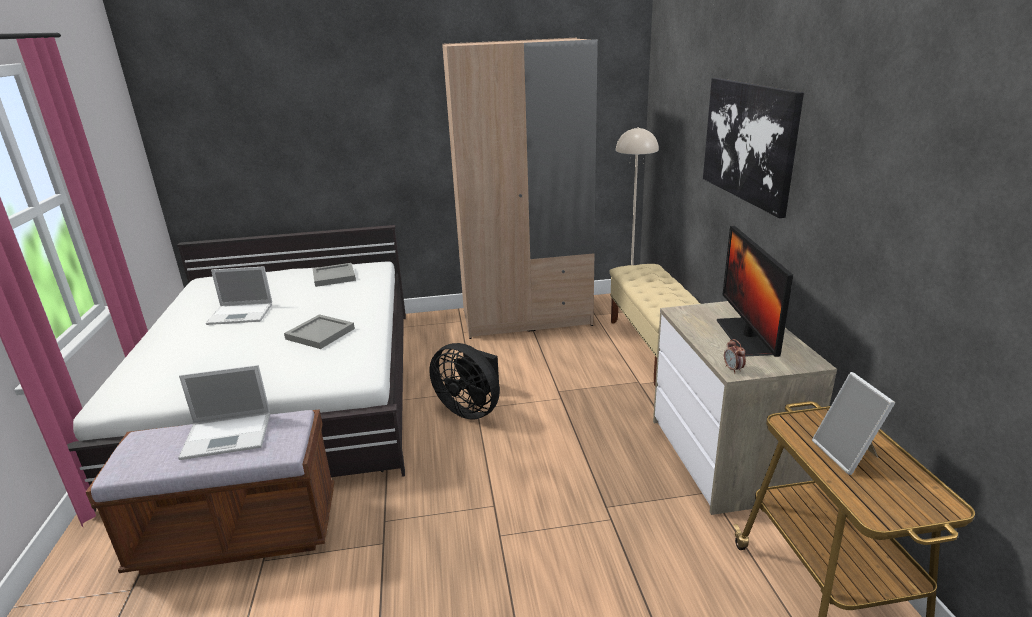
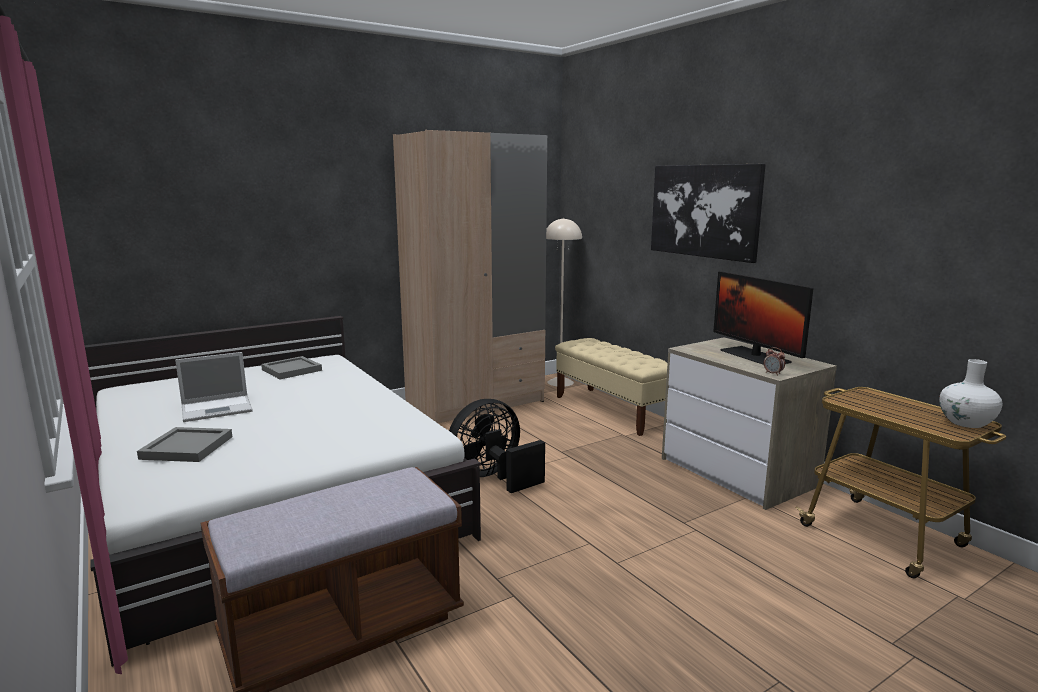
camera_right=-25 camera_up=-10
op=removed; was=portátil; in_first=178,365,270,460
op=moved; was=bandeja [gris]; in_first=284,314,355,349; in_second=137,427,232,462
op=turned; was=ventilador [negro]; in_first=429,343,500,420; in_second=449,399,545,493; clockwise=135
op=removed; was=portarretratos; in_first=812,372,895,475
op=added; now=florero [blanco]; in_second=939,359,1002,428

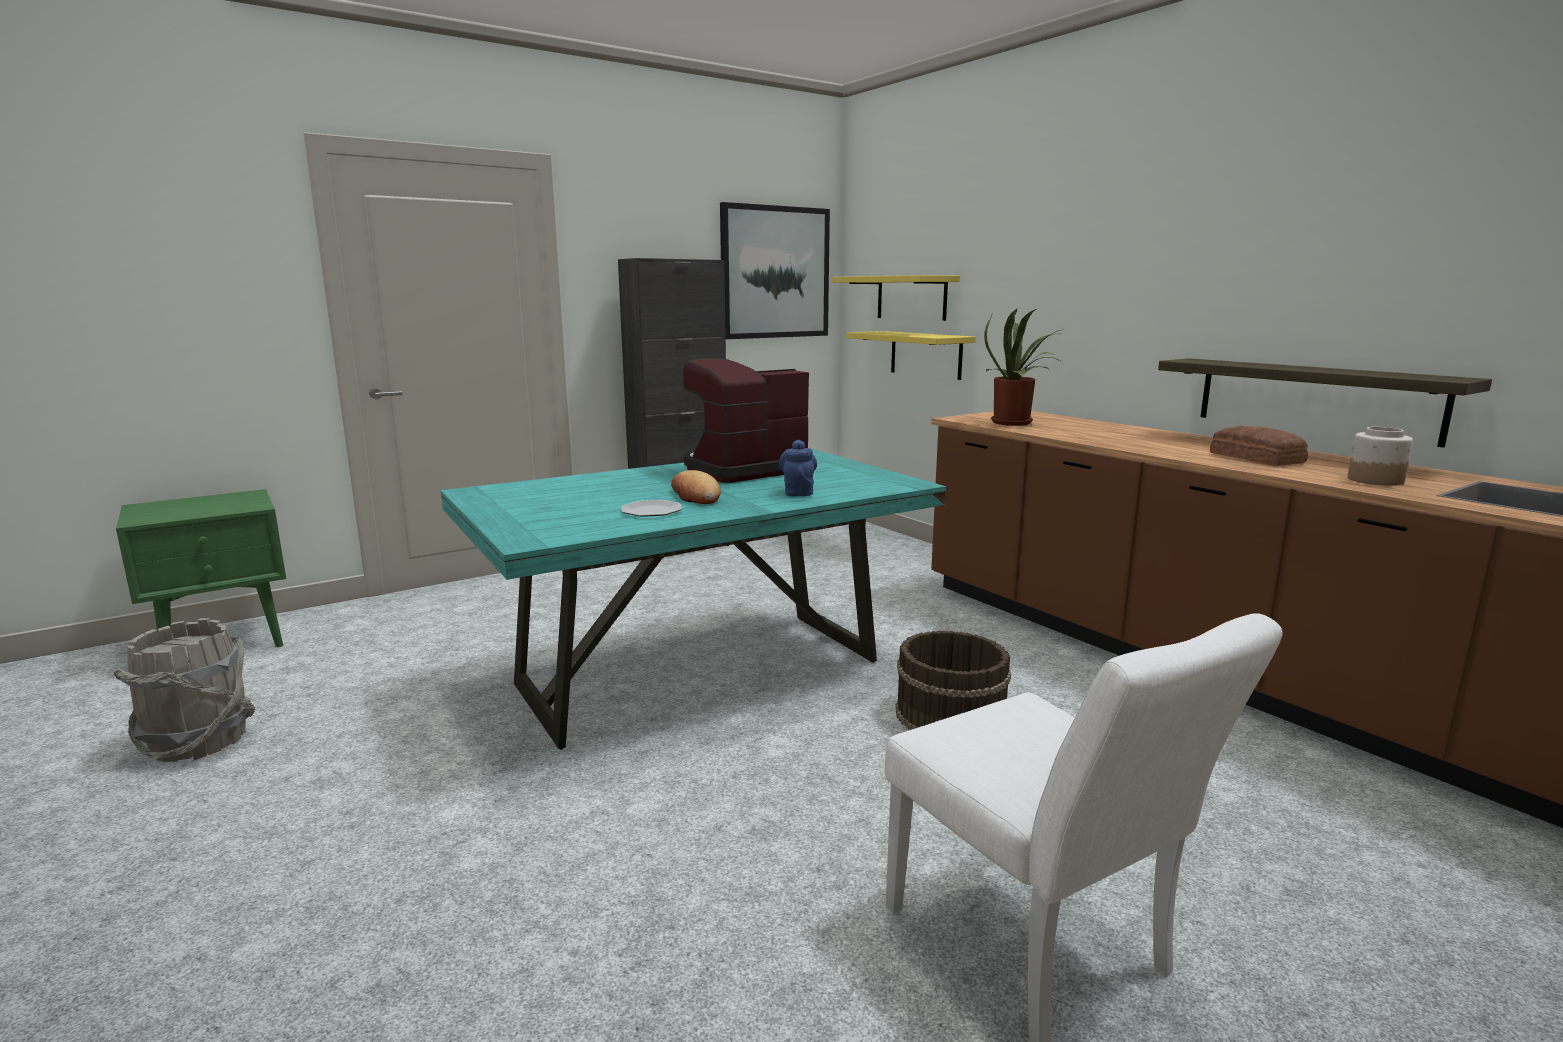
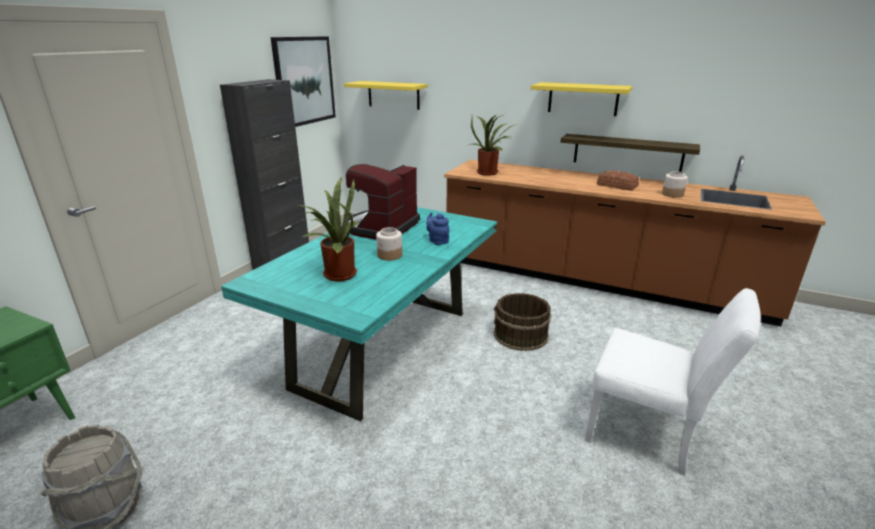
camera_right=-30 camera_up=10
op=removed; was=plato; in_first=622,500,682,516
op=replaced; was=pan; now=tarro; in_first=671,470,721,504; in_second=376,227,402,261
op=moved; was=estante [amarillo]; in_first=846,331,976,380; in_second=531,82,633,116
op=added; now=planta en maceta; in_second=299,177,359,281

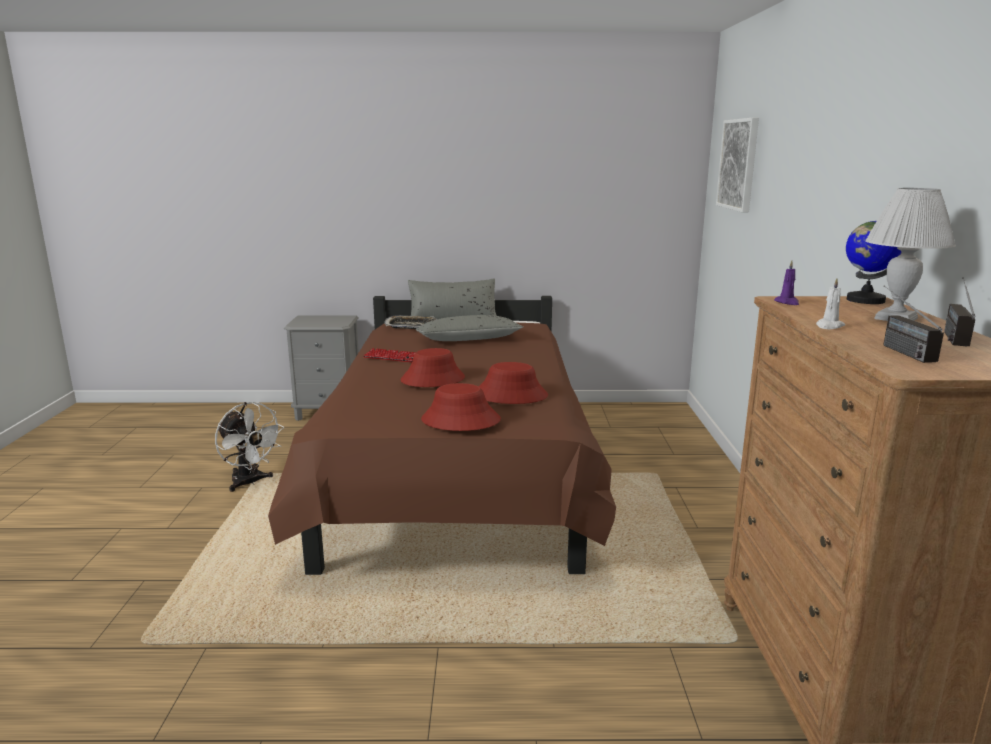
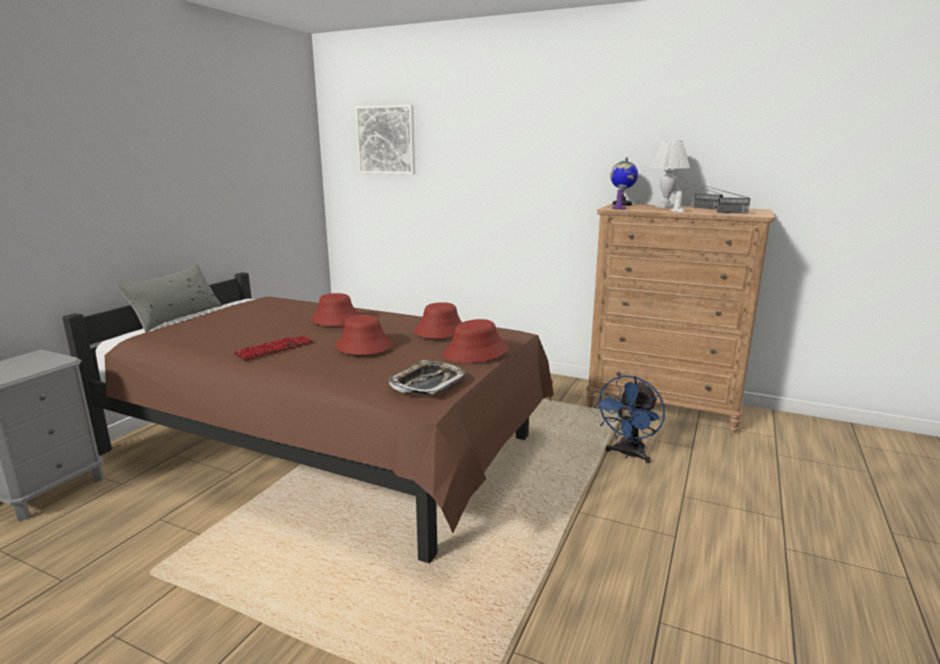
camera_right=-65 camera_up=0
op=removed; was=ventilador [blanco]; in_first=215,402,284,492
op=moved; was=bandeja; in_first=384,315,437,329; in_second=389,360,466,394
op=removed; was=cojín [gris]; in_first=416,315,524,341
op=added; now=sombrero [rojo]; in_second=311,293,360,326
op=added; now=ventilador [azul]; in_second=594,375,665,463

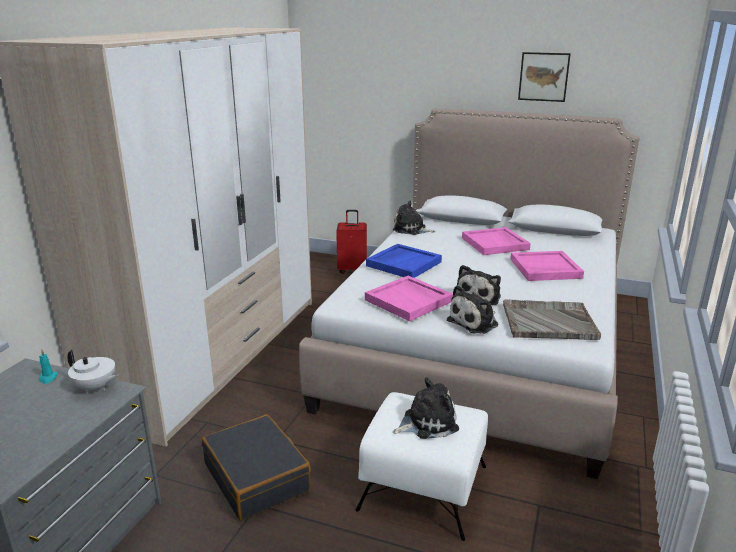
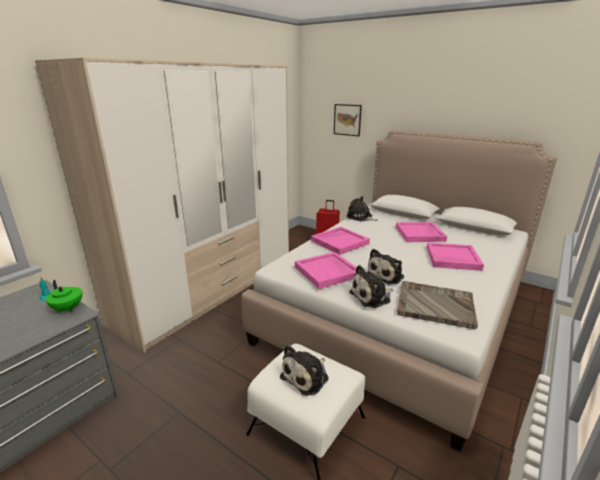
camera_right=15 camera_up=0
op=recoloured; was=tetera [blanco]; now=tetera [verde]; in_first=67,350,118,394; in_second=46,280,82,313
op=removed; was=maleta [negro]; in_first=202,414,311,521
op=recoloured; was=bandeja [azul]; now=bandeja [rosa]; in_first=366,244,442,278; in_second=311,227,370,255
op=turned; was=peluche; in_first=393,377,459,439; in_second=280,345,329,396; clockwise=135
op=moved; was=cuadro; in_first=518,52,571,102; in_second=334,104,362,136

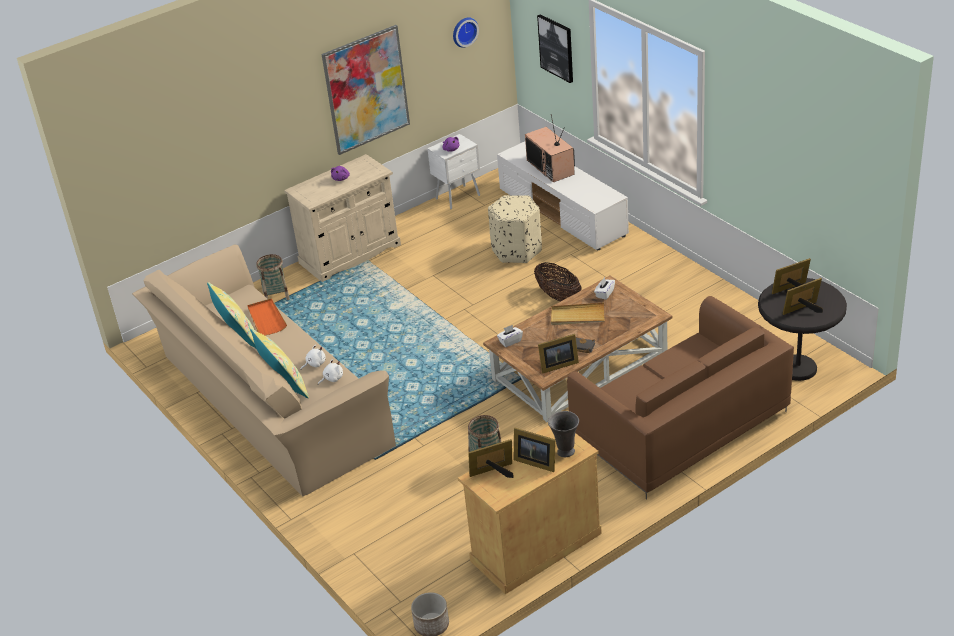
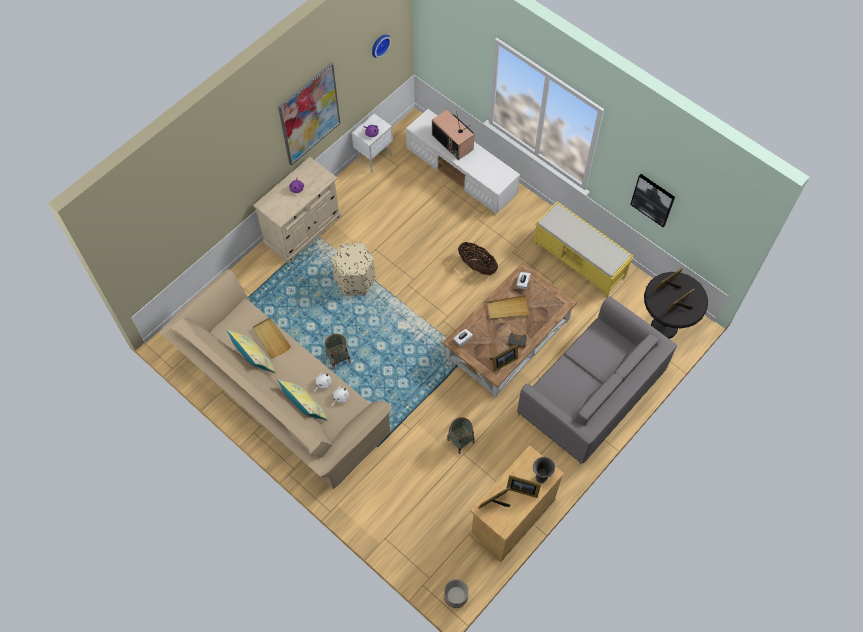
camera_right=-15 camera_up=25
op=recoloured; was=bandeja [naranja]; now=bandeja [beis]; in_first=247,299,287,336; in_second=253,317,291,358
op=moved; was=cesta; in_first=256,254,290,300; in_second=325,334,351,370
op=moved; was=puf [beis]; in_first=488,195,542,263; in_second=331,243,375,296
op=moved; was=cuadro; in_first=537,14,573,83; in_second=630,174,675,227
op=recoloured; was=sofá [marrón]; now=sofá [gris]; in_first=567,296,794,499; in_second=517,296,677,464
op=added; now=banco [amarillo]; in_second=533,202,633,298

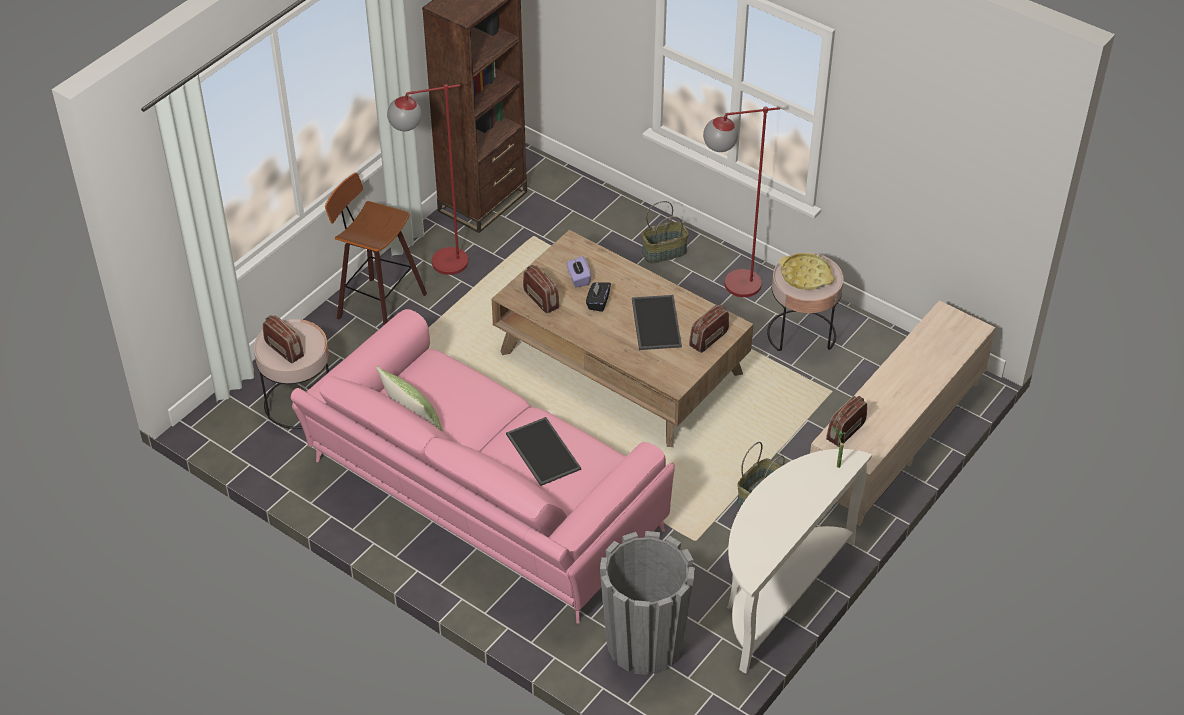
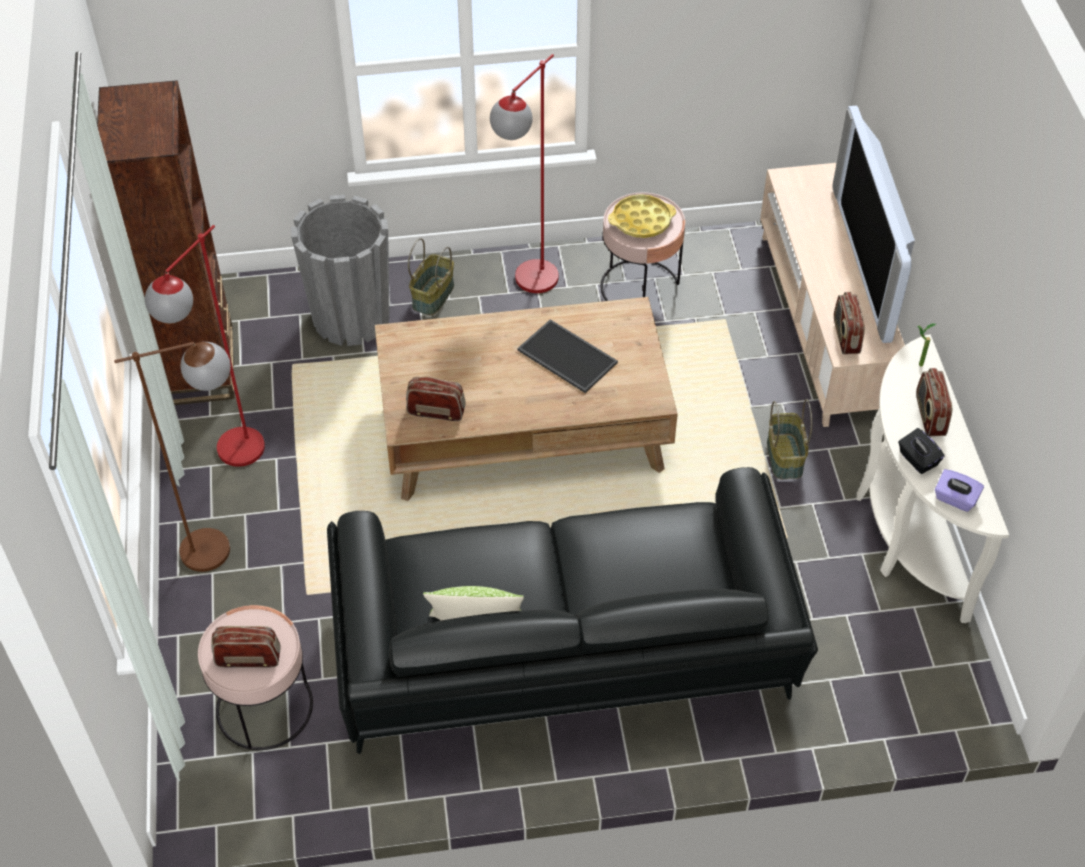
camera_right=-45 camera_up=5
op=recoloured; was=sofá [rosa]; now=sofá [negro]; in_first=291,309,675,624; in_second=327,467,818,754
op=replaced; was=taburete; now=lámpara de pie [marrón]; in_first=325,173,427,325; in_second=114,342,231,572
op=removed; was=bandeja; in_first=506,417,581,486
op=moved; was=caja de pañuelos [morado]; in_first=566,256,591,287; in_second=935,469,984,512
op=moved; was=caja de pañuelos [negro]; in_first=586,282,611,312; in_second=898,428,944,474
op=moved; was=maceta [gris]; in_first=600,531,695,675; in_second=291,195,390,346
op=moved; was=radio; in_first=689,305,729,353; in_second=916,368,952,436
op=added; now=televisor; in_second=832,106,915,343

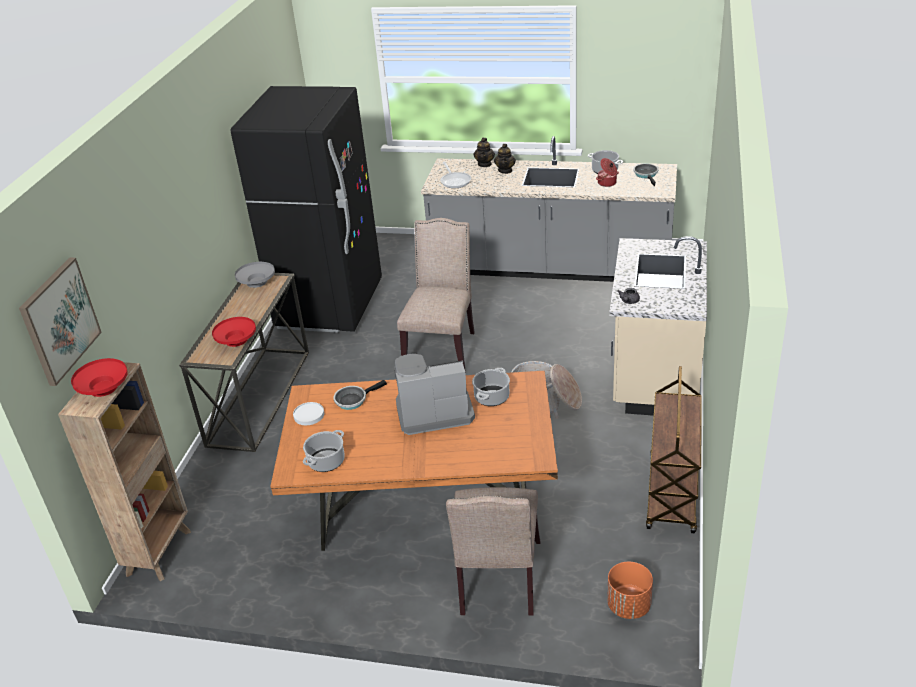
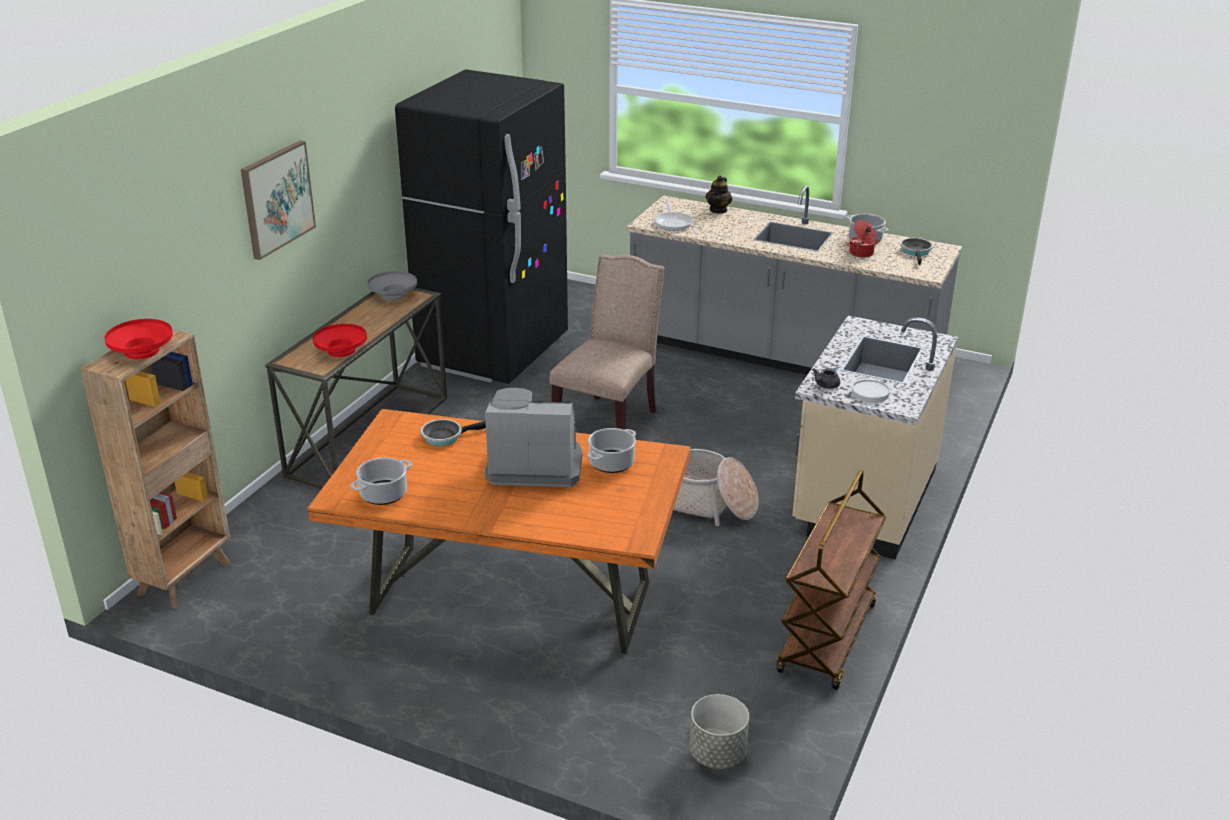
camera_right=10 camera_up=-5
op=moved; was=cuadro; in_first=19,257,102,386; in_second=241,140,316,260
op=moved; was=plato [blanco]; in_first=293,402,324,425; in_second=852,380,890,403
op=removed; was=silla [beis]; in_first=446,487,540,616
op=removed; was=tetera; in_first=494,144,516,174
op=recoloured; was=maceta [naranja]; now=maceta [gris]; in_first=607,562,653,619; in_second=690,694,749,769

